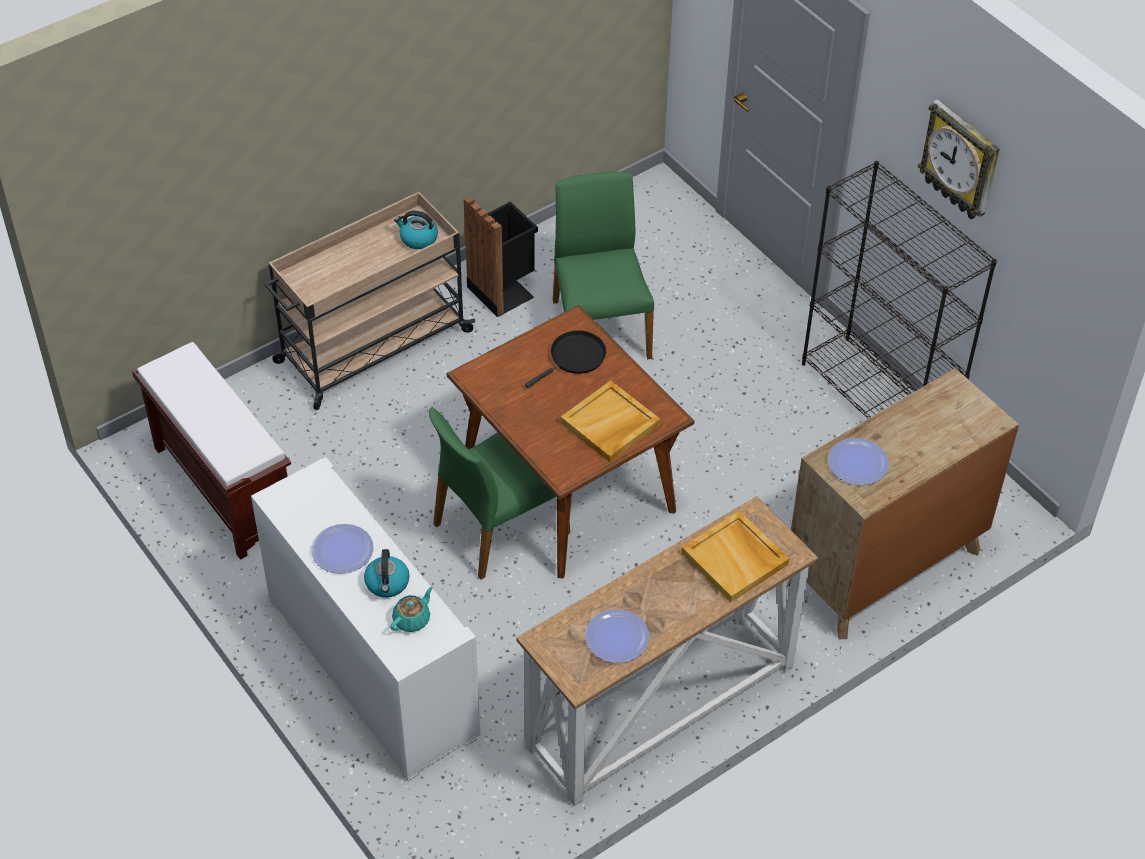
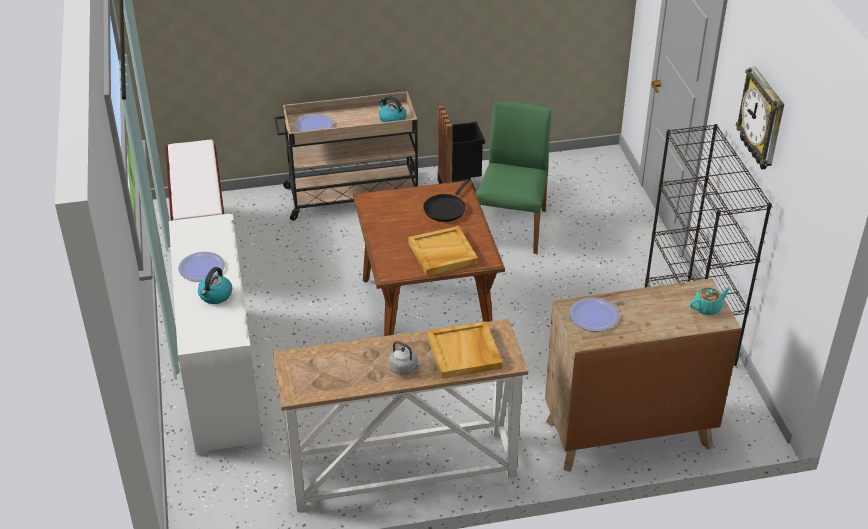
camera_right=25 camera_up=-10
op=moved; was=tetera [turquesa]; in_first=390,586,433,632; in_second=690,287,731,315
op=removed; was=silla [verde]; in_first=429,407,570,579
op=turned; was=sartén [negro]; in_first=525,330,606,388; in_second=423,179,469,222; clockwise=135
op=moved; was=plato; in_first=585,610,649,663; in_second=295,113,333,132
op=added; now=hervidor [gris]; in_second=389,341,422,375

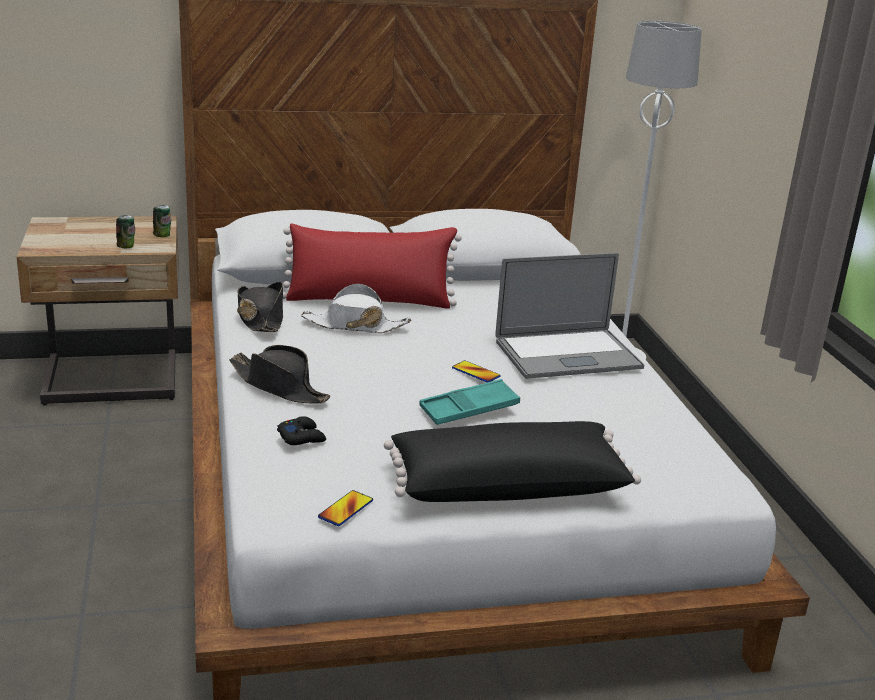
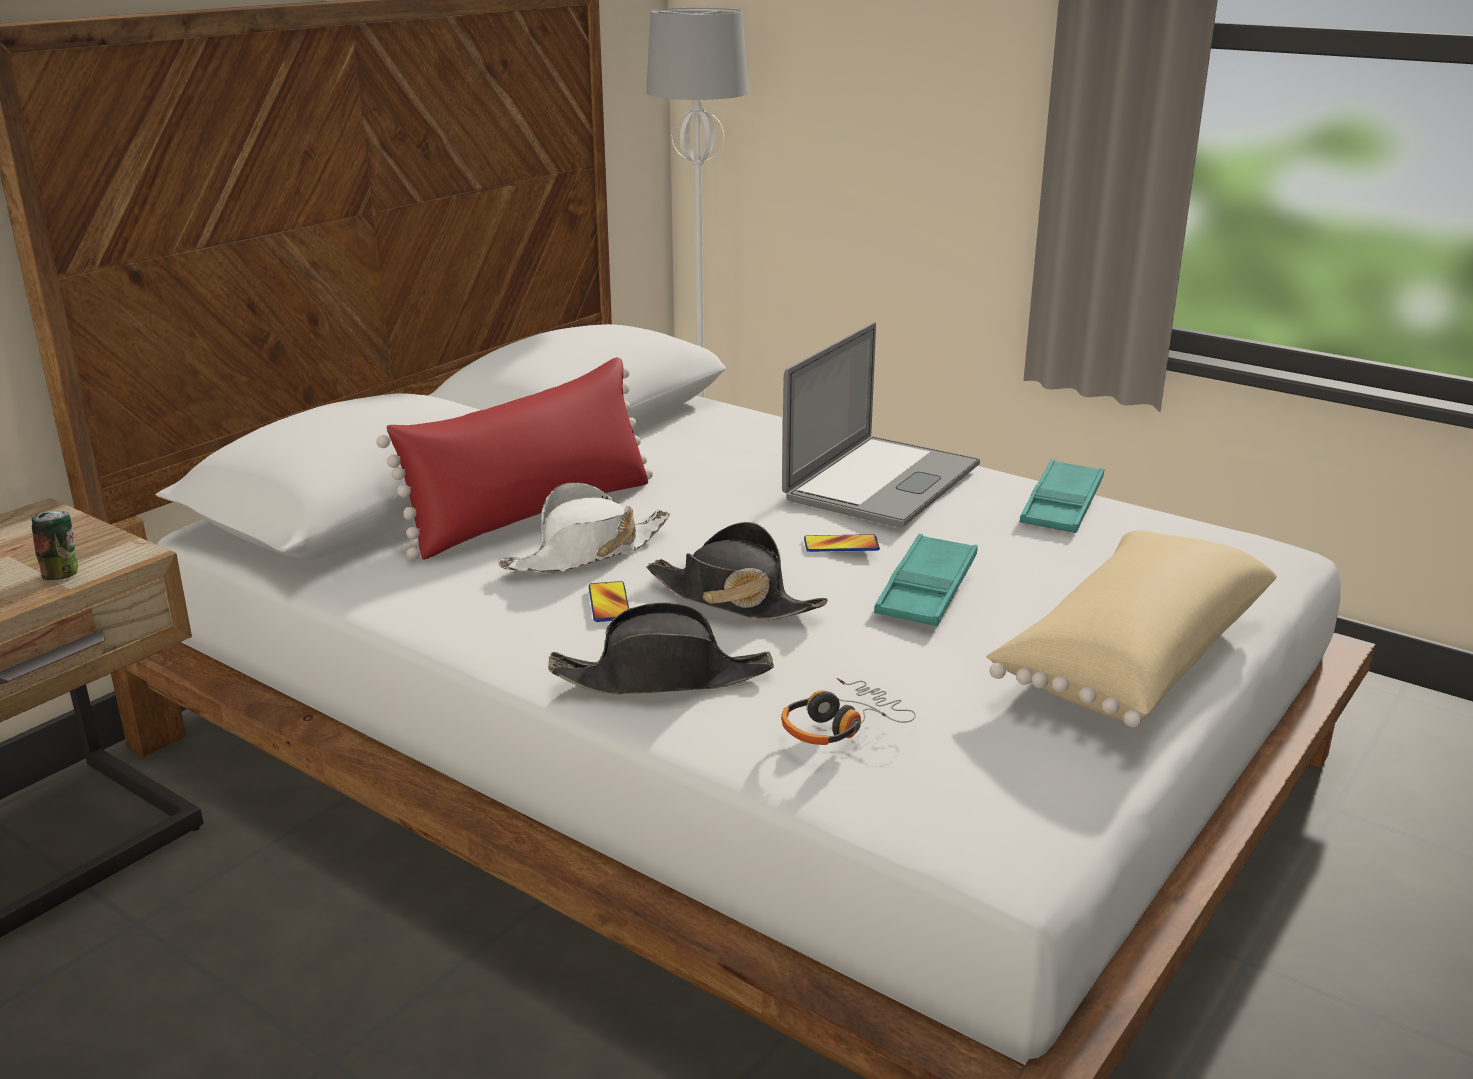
camera_right=-40 camera_up=0
op=removed; was=lata; in_first=153,205,171,237
op=moved; was=sombrero [negro]; in_first=237,282,283,332; in_second=646,522,828,620
op=replaced; was=mando de consola [negro]; now=auriculares; in_first=277,416,326,445; in_second=781,678,916,745
op=moved; was=móvil; in_first=318,490,373,526; in_second=589,581,629,622
op=recoloured; was=cojín [negro]; now=cojín [beis]; in_first=384,421,641,502; in_second=986,530,1277,727
op=added; now=bandeja [turquesa]; in_second=1020,459,1104,533

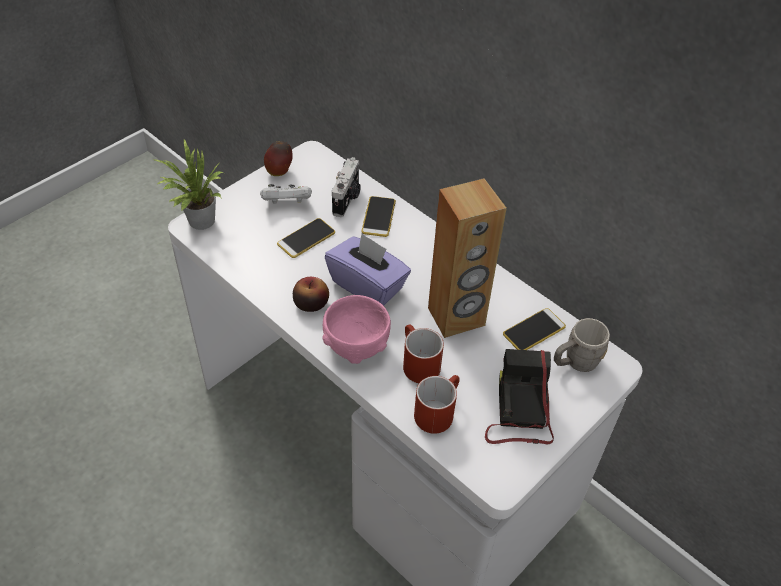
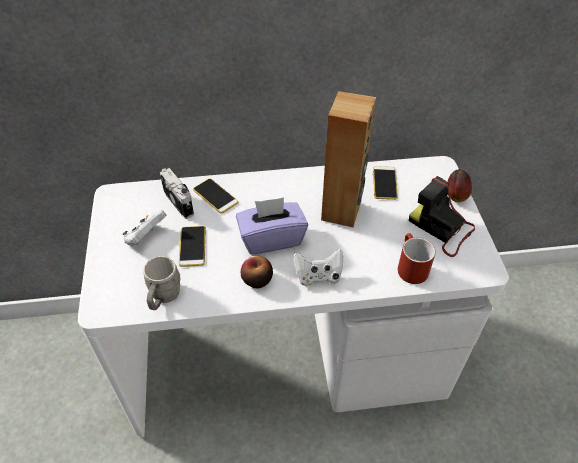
camera_right=-50 camera_up=0
op=removed; was=planta en maceta; in_first=152,139,223,230
op=moved; was=manzana; in_first=264,141,293,176; in_second=447,169,472,202
op=replaced; was=cuenco [rosa]; now=mando de consola [blanco]; in_first=322,295,391,364; in_second=293,249,344,286
op=removed; was=taza grande [rojo]; in_first=403,325,444,383
op=moved; was=taza grande [gris]; in_first=554,318,610,372; in_second=144,256,181,310

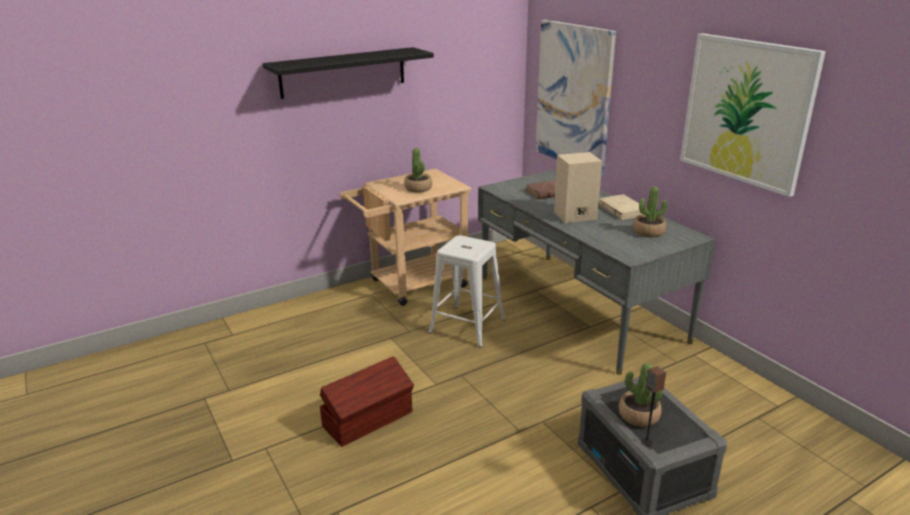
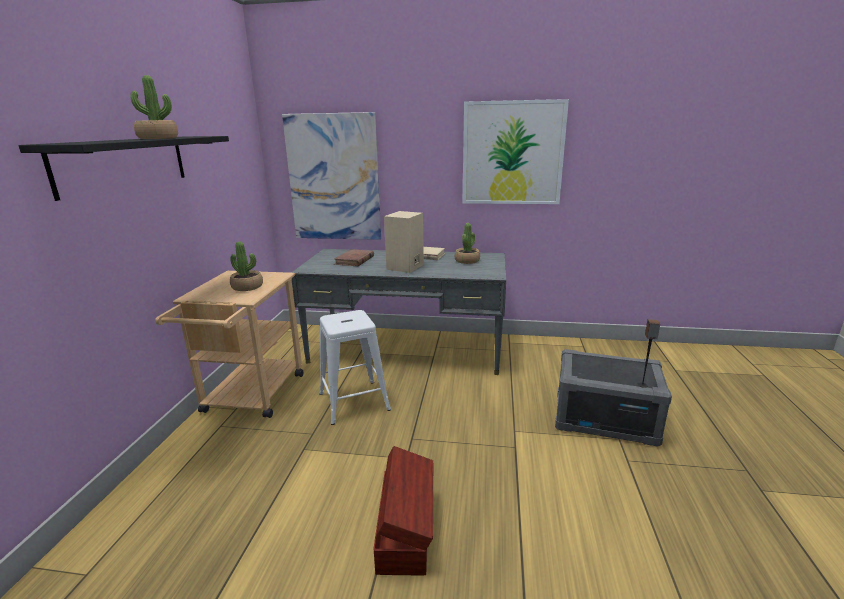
camera_right=-50 camera_up=-5
op=moved; was=planta en maceta; in_first=619,363,662,427; in_second=130,75,178,139

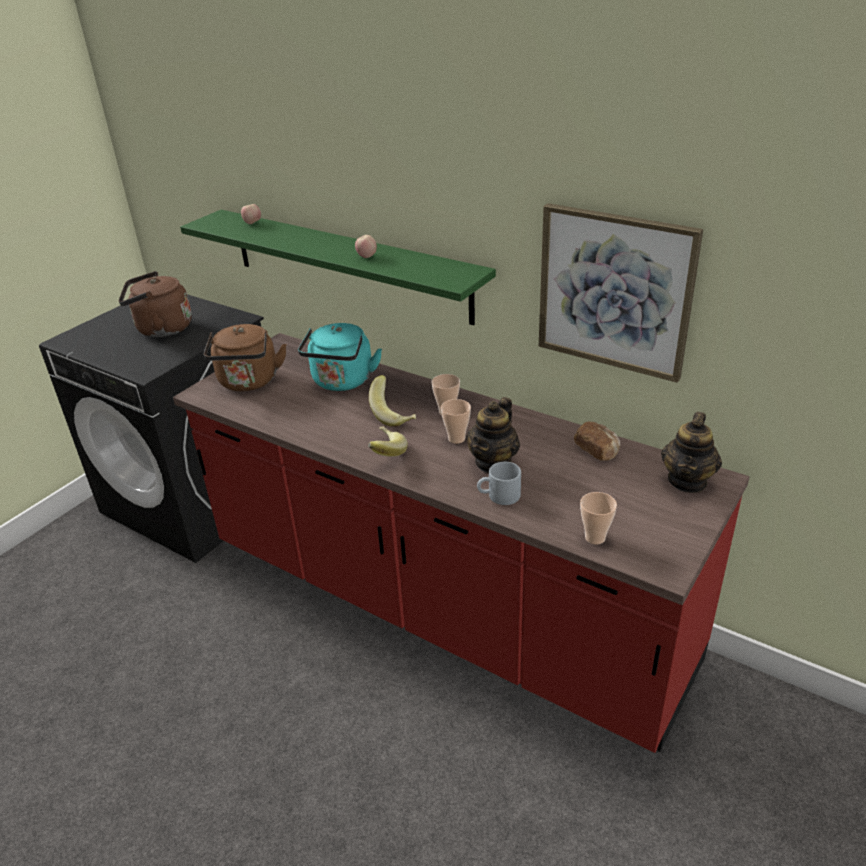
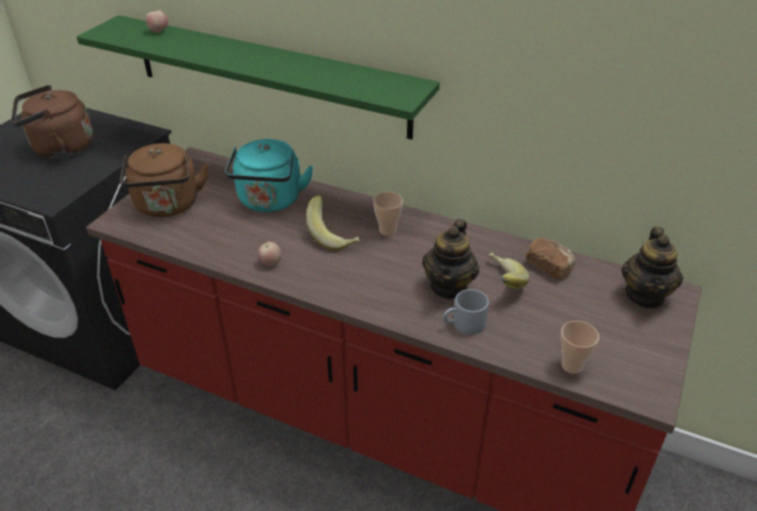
camera_right=-10 camera_up=5
op=moved; was=manzana; in_first=355,235,377,258; in_second=258,242,282,266
op=moved; was=plátano; in_first=368,426,408,457; in_second=489,252,530,289
op=removed; was=taza; in_first=441,399,471,444
op=removed; was=cuadro; in_first=539,203,703,383

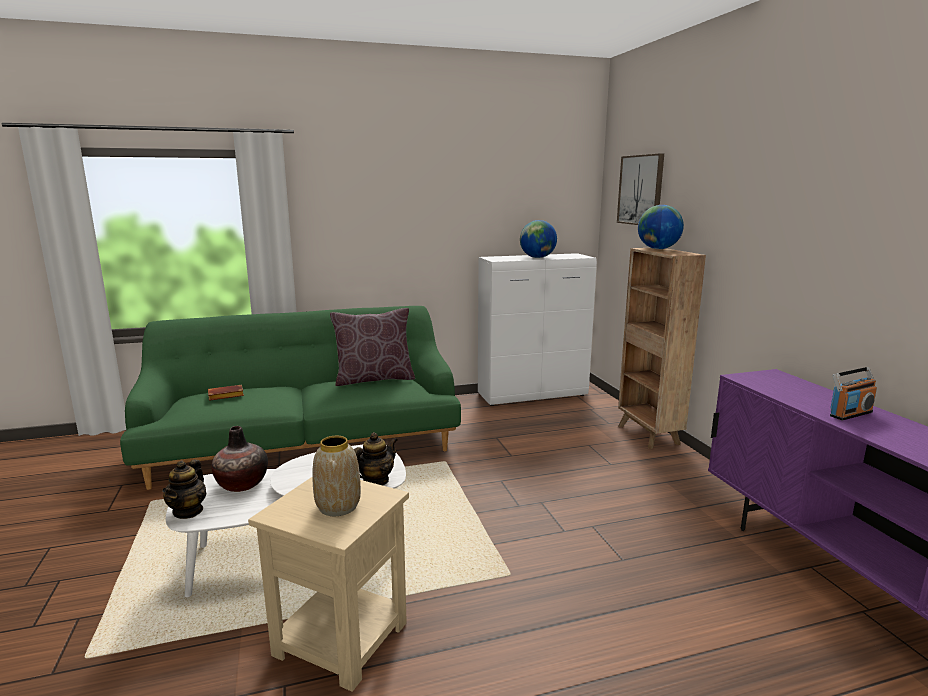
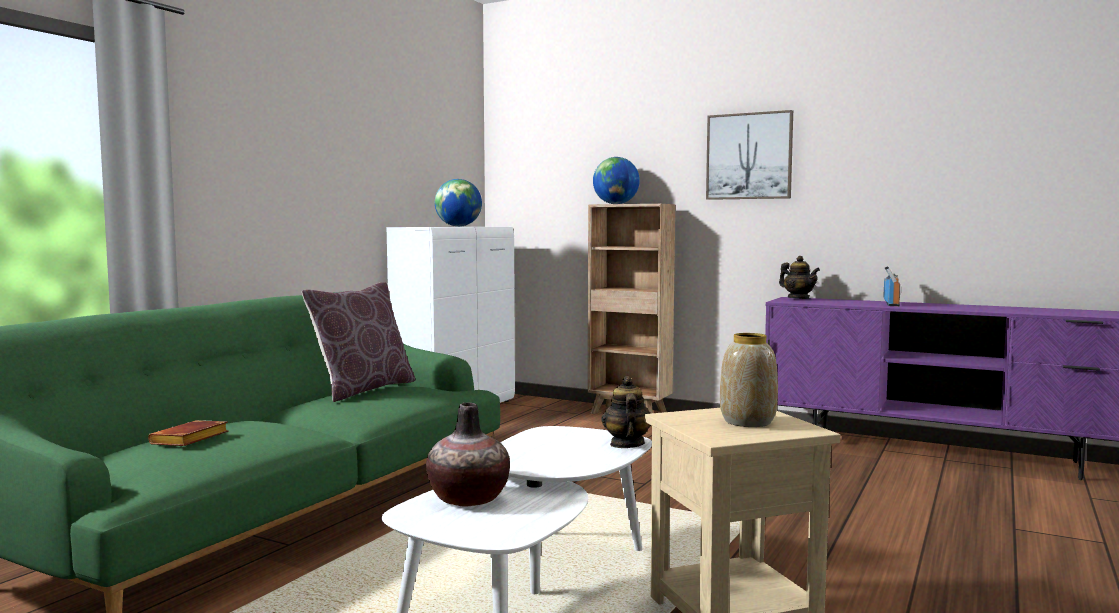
camera_right=-45 camera_up=-10
op=moved; was=tetera; in_first=162,460,206,519; in_second=779,256,820,299
op=moved; was=cuadro; in_first=617,153,664,225; in_second=706,110,793,200

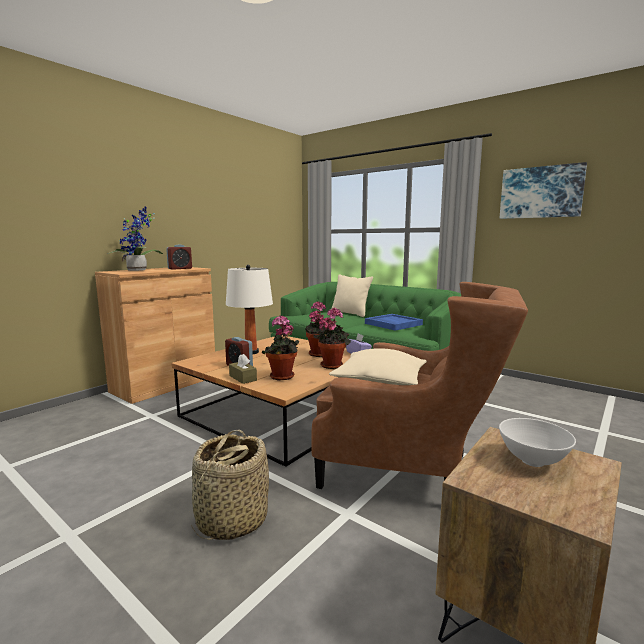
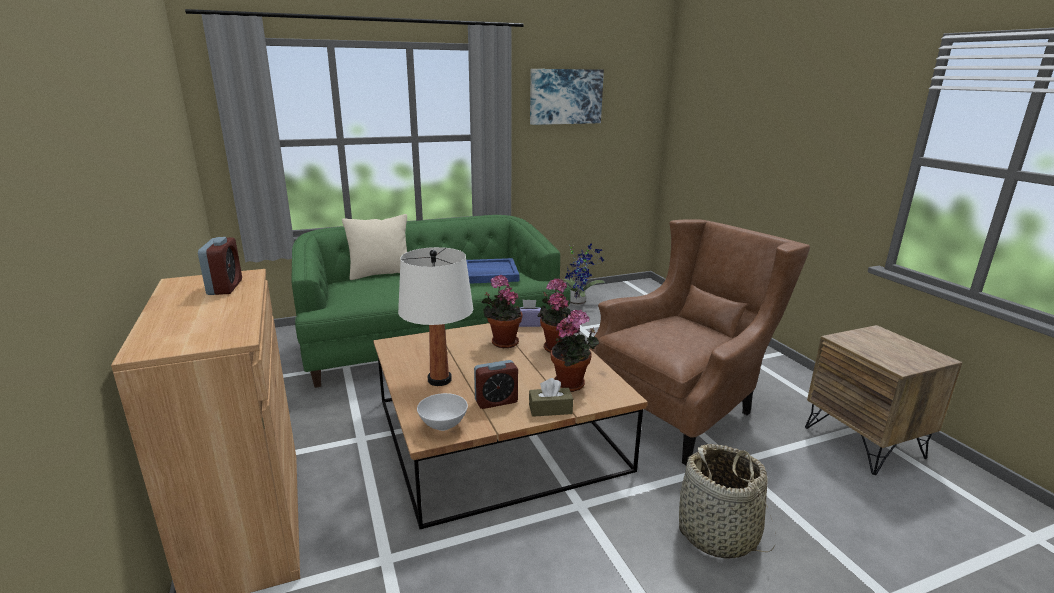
camera_right=-60 camera_up=10
op=moved; was=planta en maceta; in_first=108,206,163,271; in_second=564,244,605,306
op=removed; was=cojín [beis]; in_first=329,348,427,385
op=moved; was=cuenco [blanco]; in_first=499,418,576,467; in_second=417,393,468,431

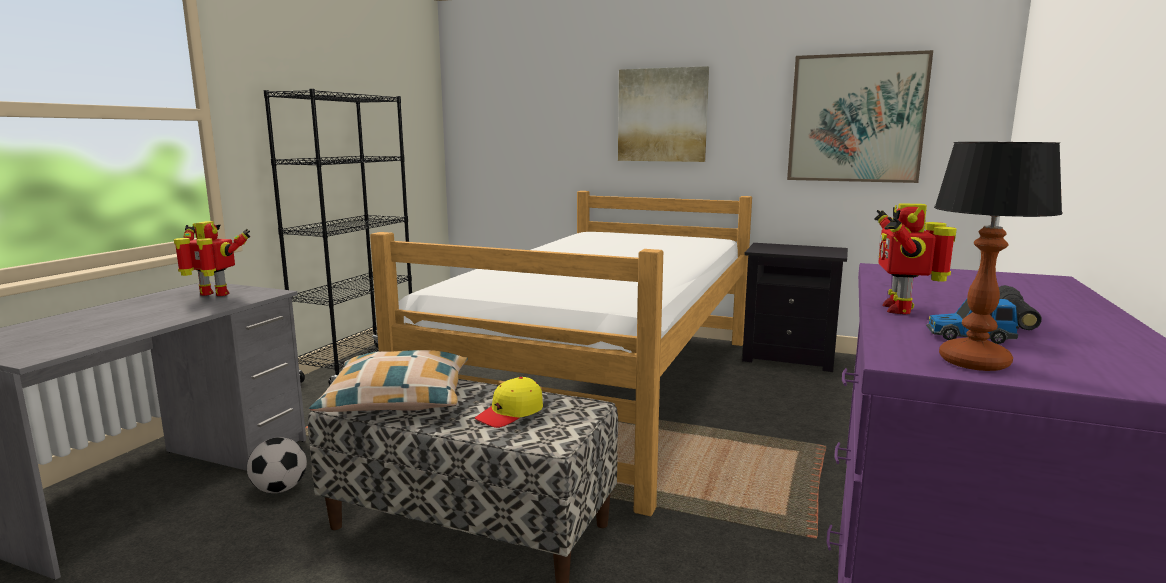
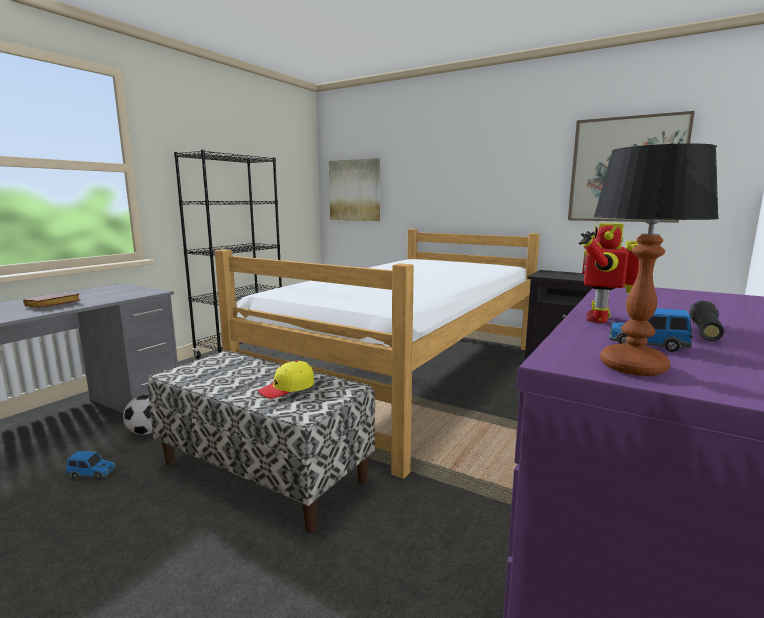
camera_right=10 camera_up=0
op=removed; was=robot de juguete; in_first=174,221,250,296
op=removed; was=cojín; in_first=309,350,468,412
op=moved; was=cuadro; in_first=618,66,709,162; in_second=329,158,380,221
op=added; now=libro [marrón]; in_second=23,293,80,308
op=added; now=coche de juguete; in_second=66,451,116,479

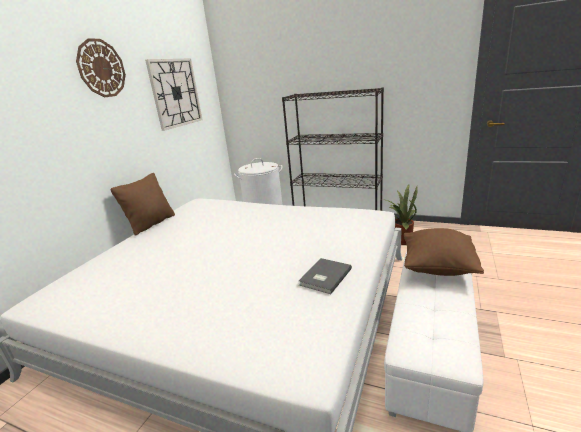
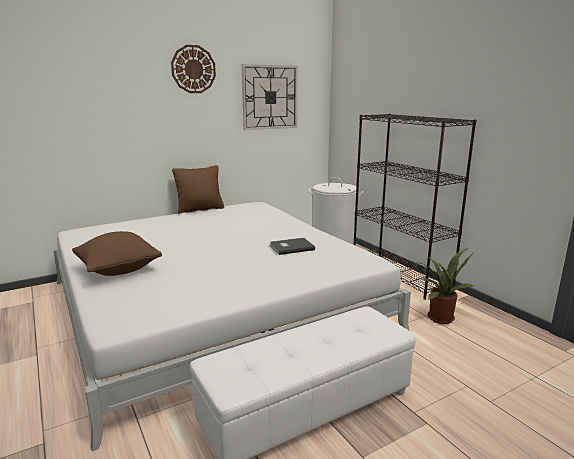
camera_right=35 camera_up=-5
op=moved; was=libro [gris]; in_first=299,258,352,294; in_second=270,238,315,255
op=moved; was=cojín [marrón]; in_first=404,228,484,276; in_second=72,231,162,276

